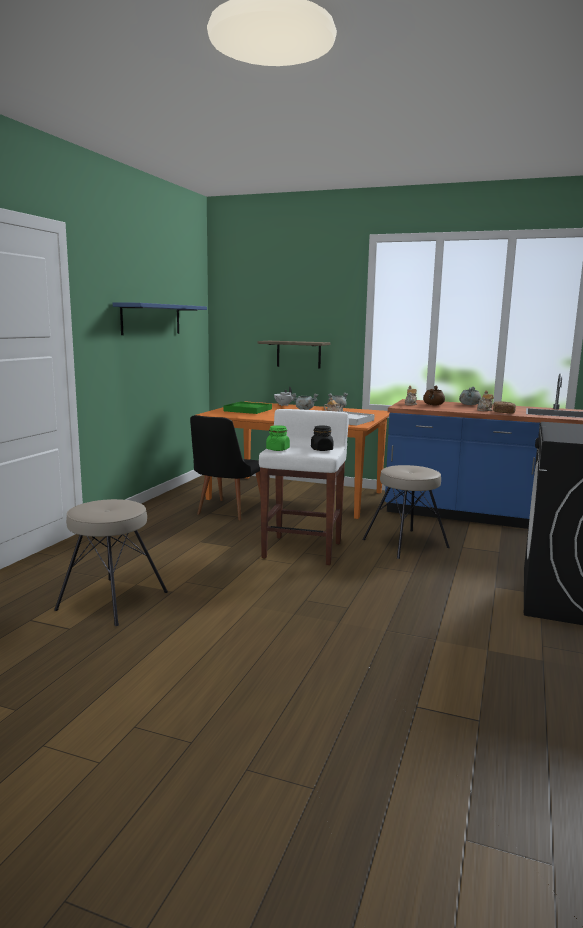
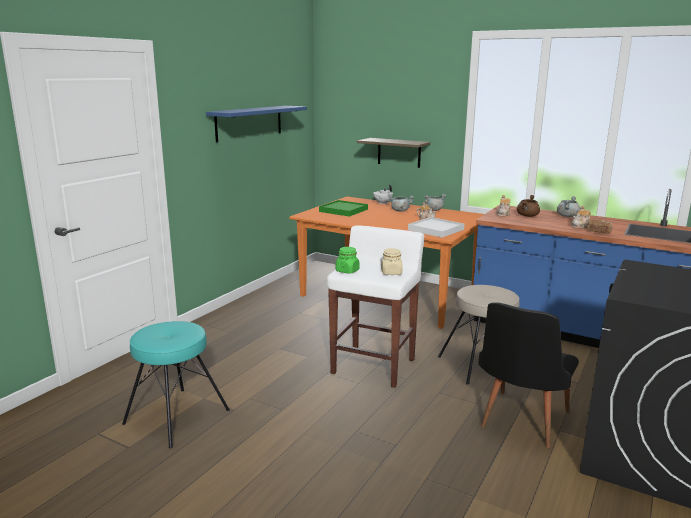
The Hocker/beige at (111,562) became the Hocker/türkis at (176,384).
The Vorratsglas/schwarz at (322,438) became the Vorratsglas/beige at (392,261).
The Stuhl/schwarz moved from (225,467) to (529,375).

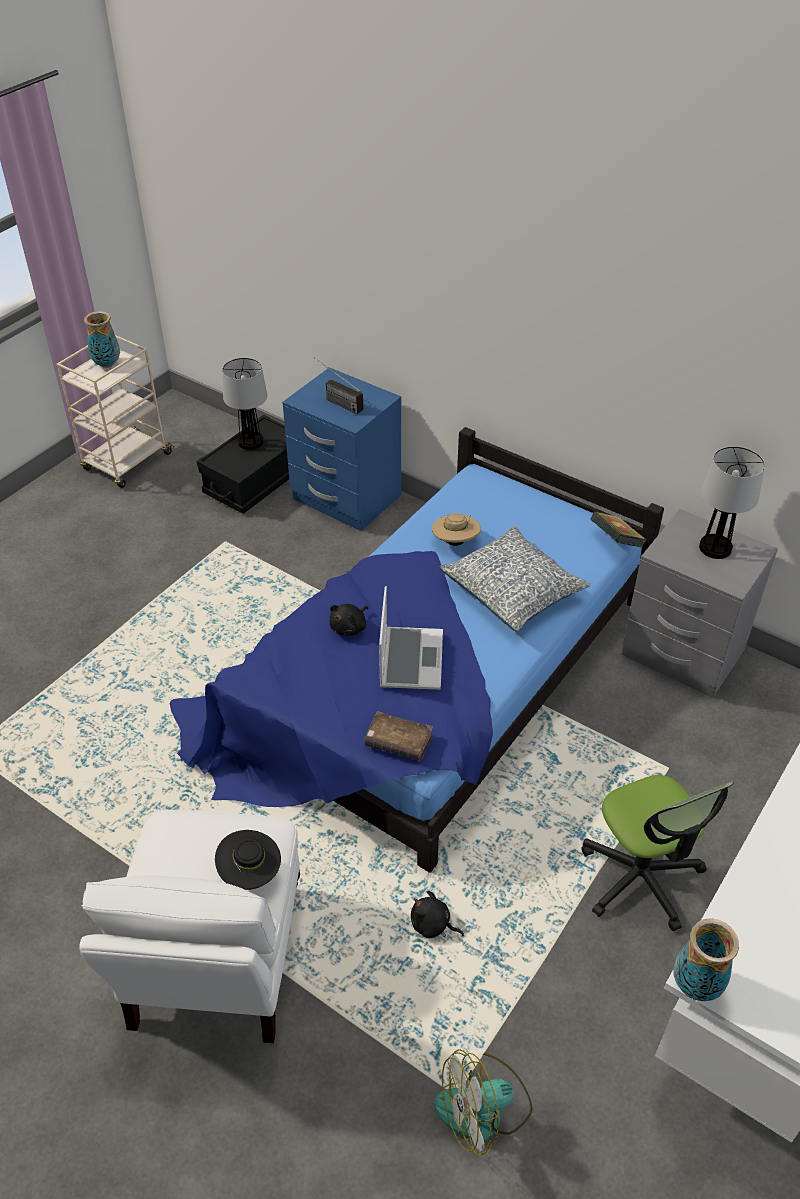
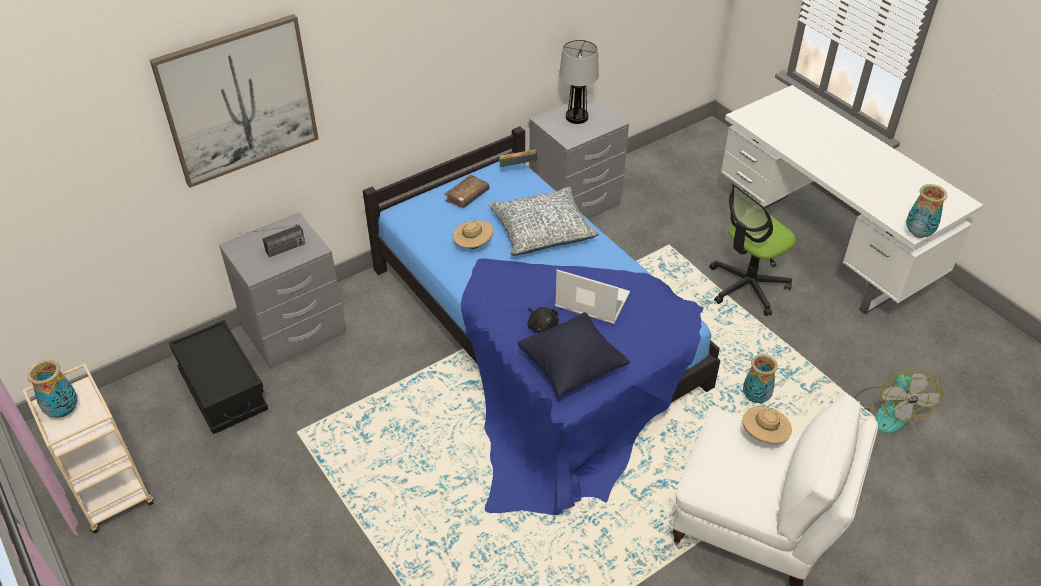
The Bild at (234,101) appeared.
The Nachttisch/blau at (341,449) became the Nachttisch/grau at (282,290).
The Buch/braun moved from (399,736) to (467,191).
The Kissen/schwarz at (573,354) appeared.
The Bürostuhl at (657,853) turned 150 degrees clockwise.
The Hut/schwarz at (248,860) became the Hut/beige at (767,425).
The Plüschtier/schwarz at (437,915) was replaced by the Vase at (760,378).
The Tischlampe at (244,404) disappeared.

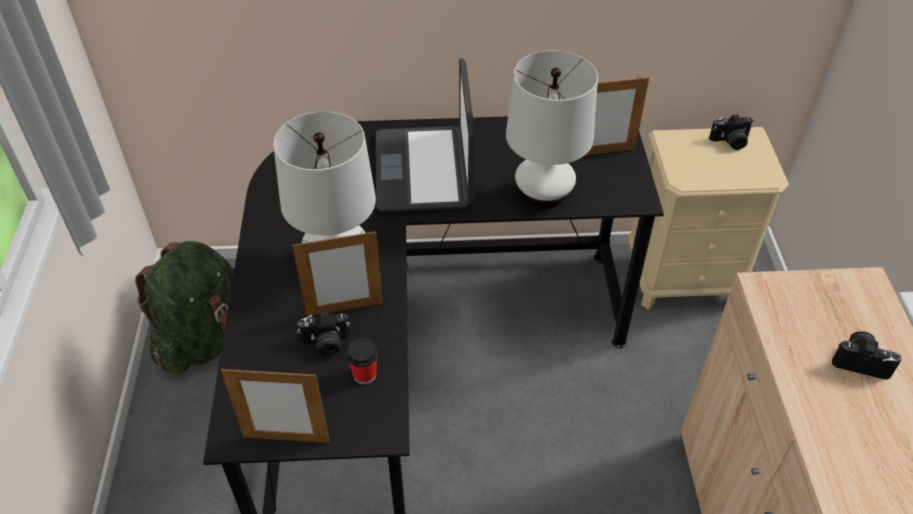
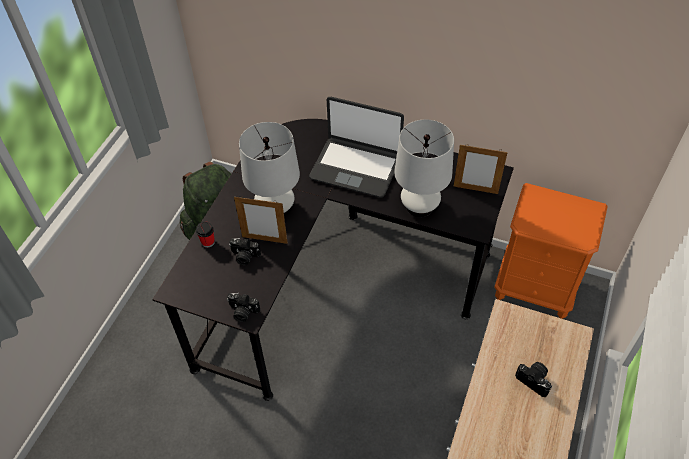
The Tasse moved from (362,361) to (205,234).
The Kamera moved from (731,132) to (243,307).
The Laptop at (425,135) turned 90 degrees counterclockwise.
The Nachttisch/beige at (708,218) became the Nachttisch/orange at (551,251).
The Bilderrahmen at (275,405) disappeared.

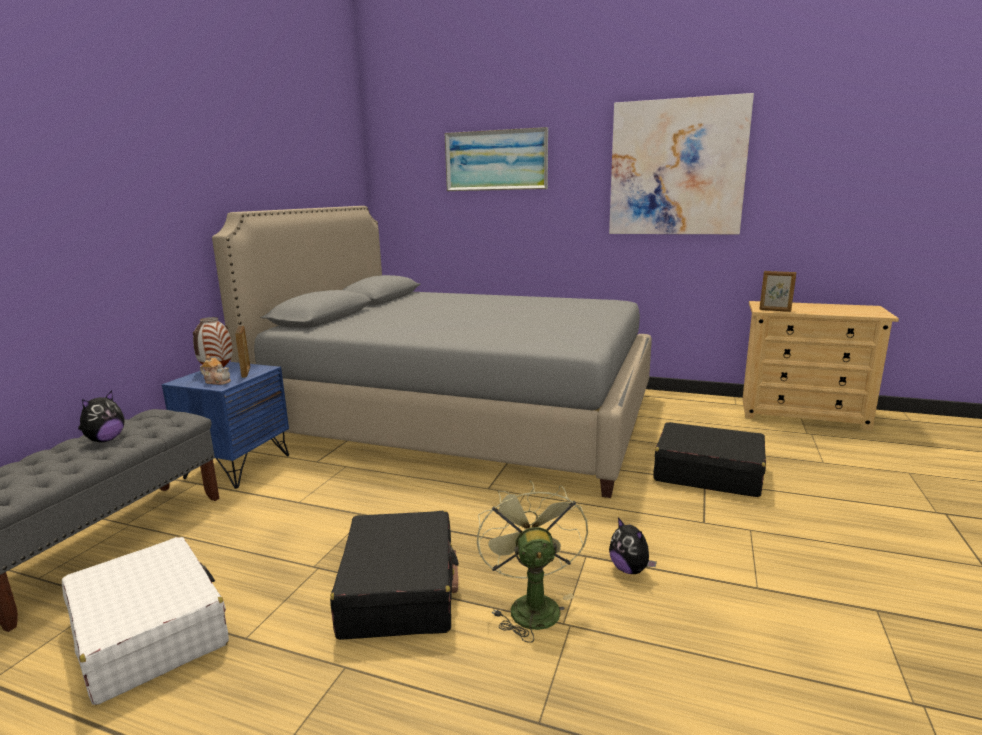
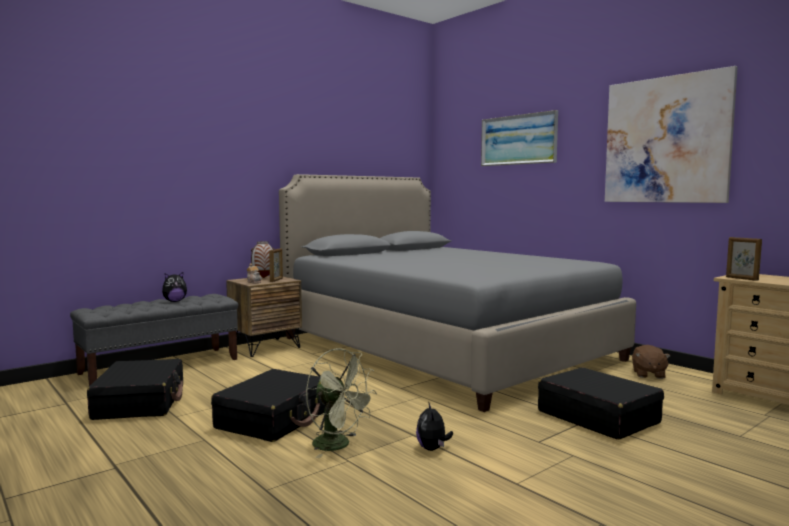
The Koffer/weiß at (145,620) became the Koffer/schwarz at (135,389).
The Nachttisch/blau at (225,425) became the Nachttisch/braun at (264,316).
The Ventilator/grün at (532,561) turned 105 degrees clockwise.
The Plüschtier/braun at (651,362) appeared.

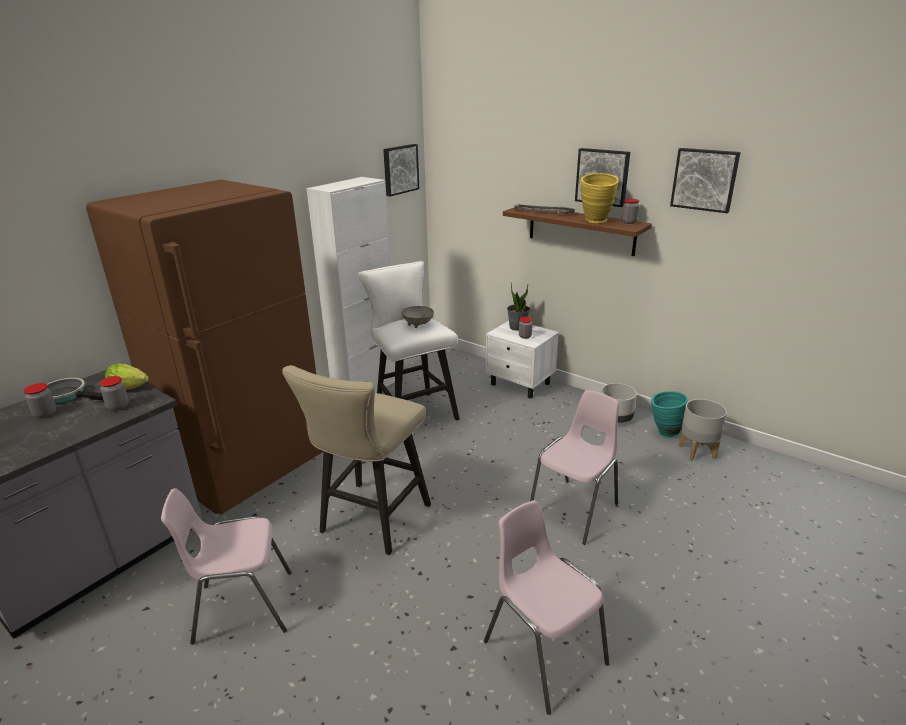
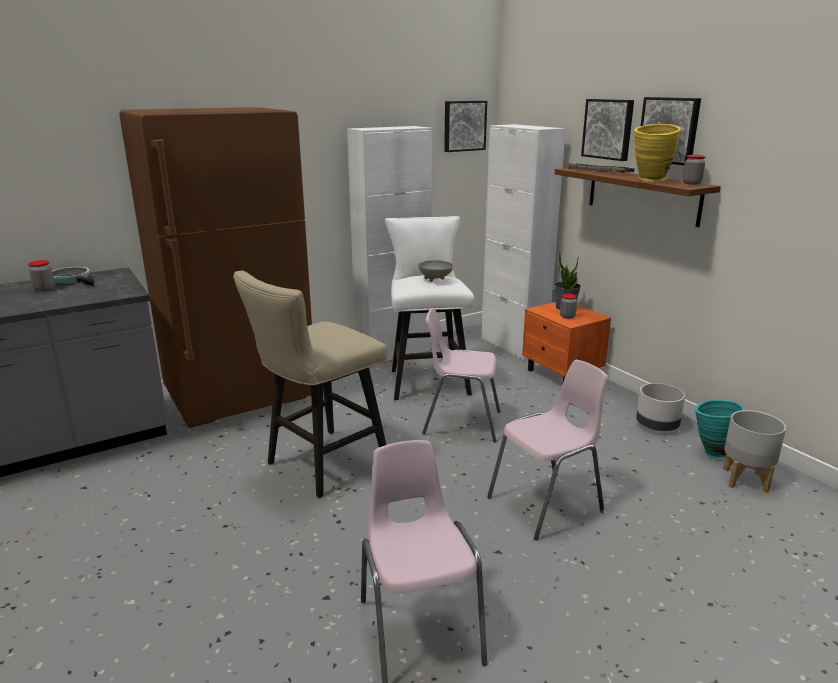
The Stuhl/rosa moved from (226,566) to (461,375).
The Schrank/weiß at (523,242) appeared.
The Nachttisch/weiß at (522,359) became the Nachttisch/orange at (566,344).
The Bild moved from (705,180) to (607,130).
The Vorratsglas at (114,393) disappeared.
The Salatkopf at (127,376) disappeared.

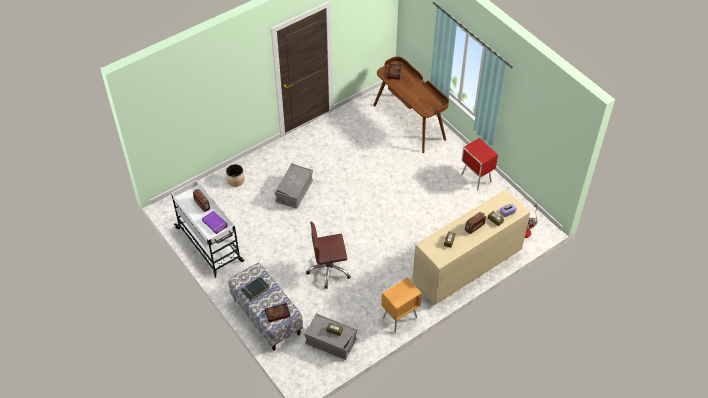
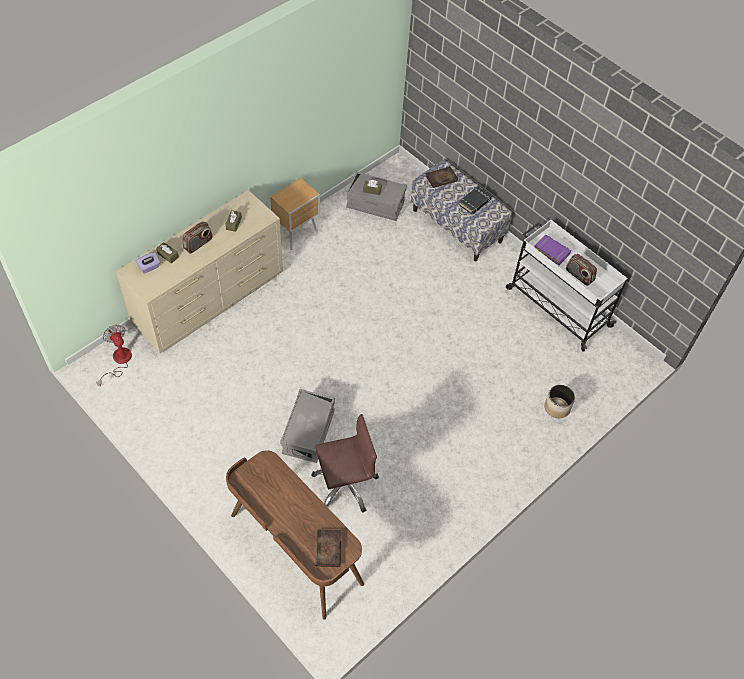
The Aufbewahrungsbox/grau moved from (294,186) to (307,426).
The Bürostuhl/braun moved from (328,255) to (345,463).
The Nachttisch/rot at (479,164) disappeared.

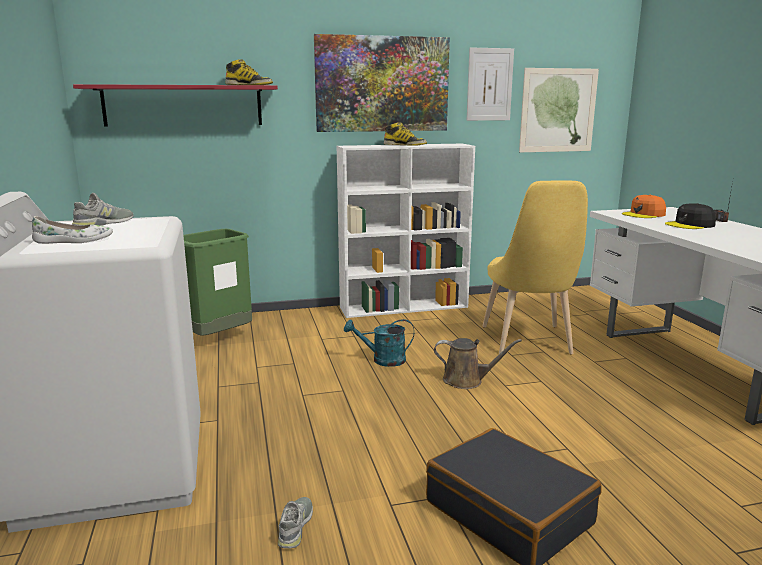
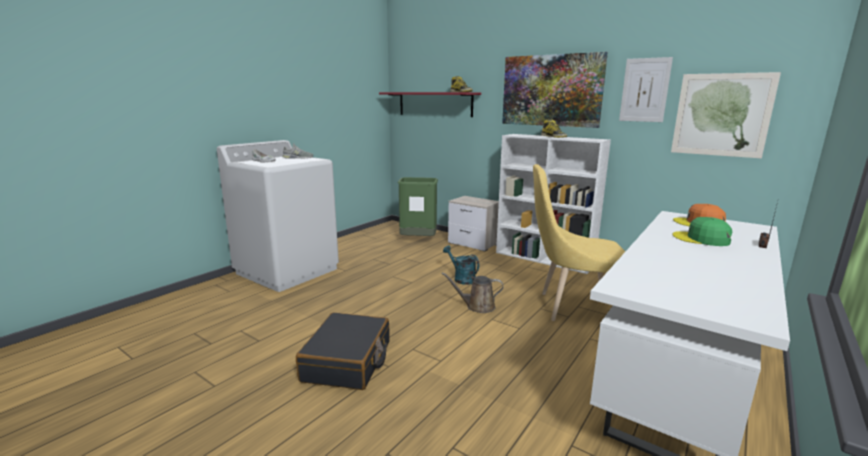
The Gießkanne/braun at (478,363) turned 120 degrees clockwise.
The Nachttisch at (473,223) appeared.
The Stuhl/gelb at (535,268) turned 45 degrees clockwise.
The Kappe/schwarz at (690,216) became the Kappe/grün at (702,231).
The Schuh/grau at (295,522) disappeared.

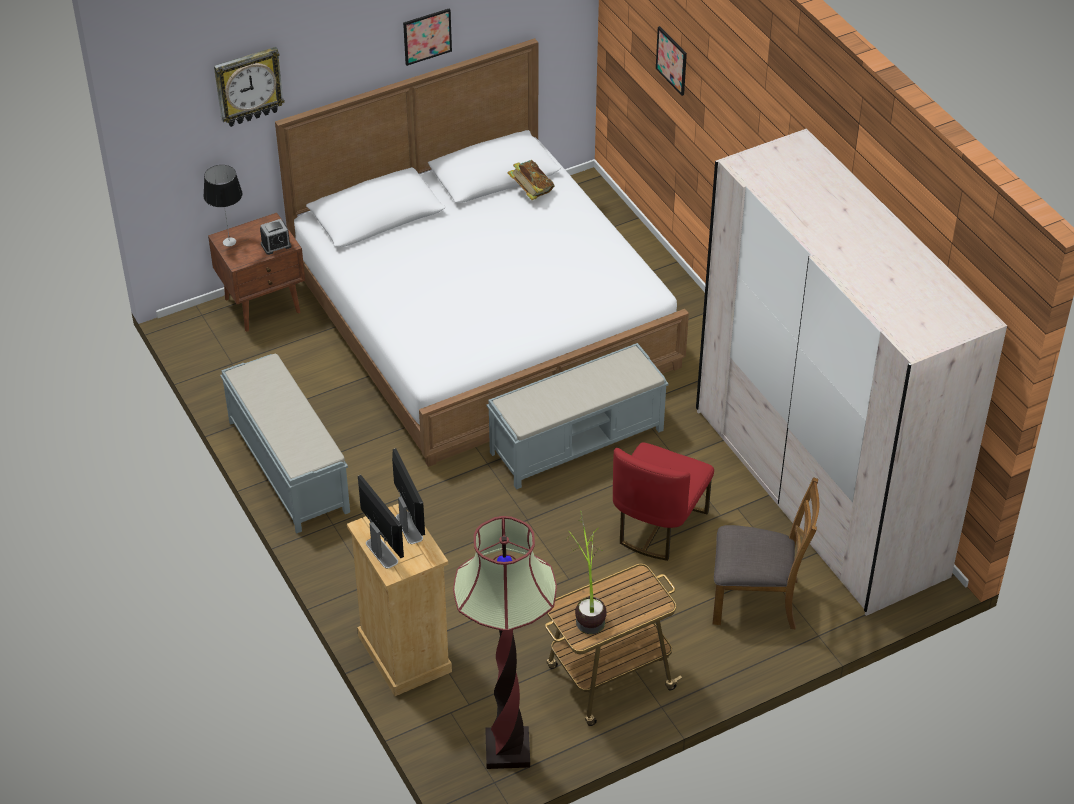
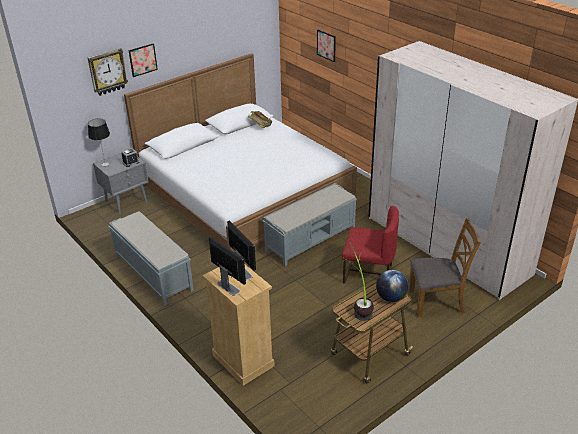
The Nachttisch/braun at (256,272) became the Nachttisch/grau at (121,183).
The Bild moved from (427,37) to (143,60).
The Stuhl/rot at (663,501) turned 90 degrees counterclockwise.
The Globus at (392,286) appeared.
The Stehlampe at (505,642) disappeared.

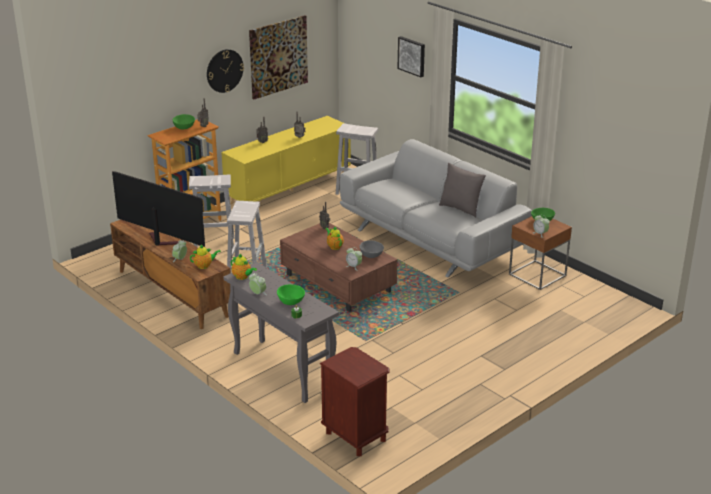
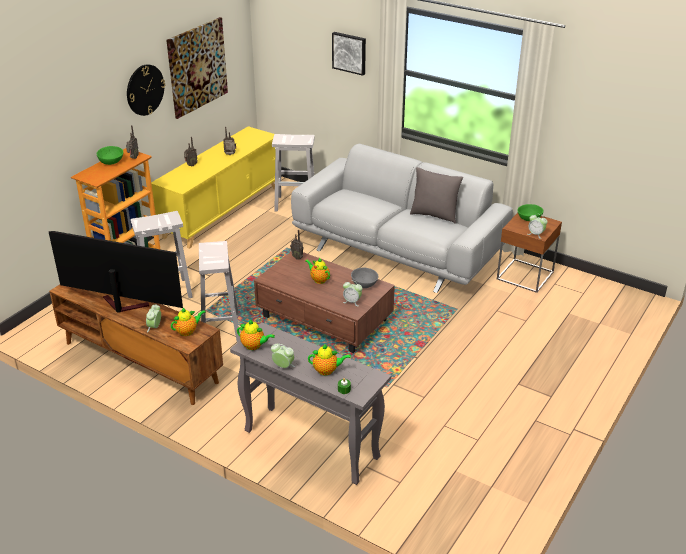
The Schüssel/grün at (291,294) was replaced by the Teekanne at (329,360).
The Nachttisch/braun at (355,401) disappeared.

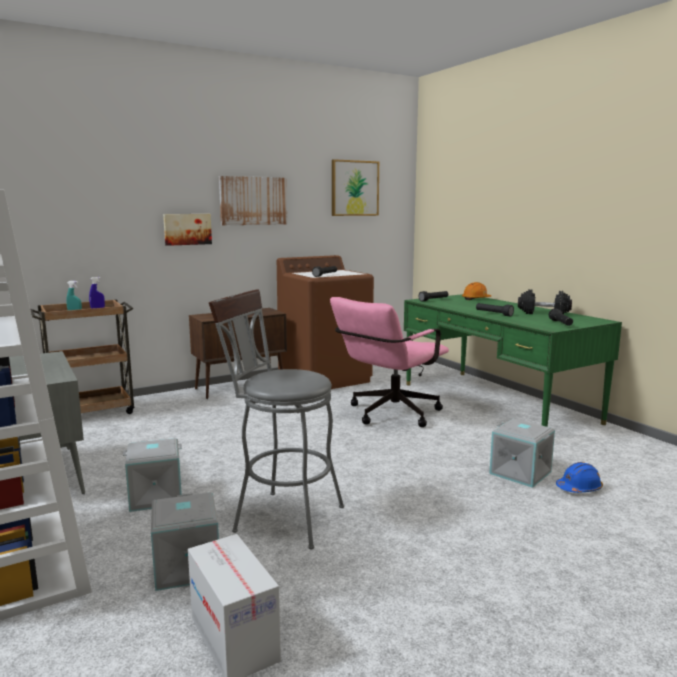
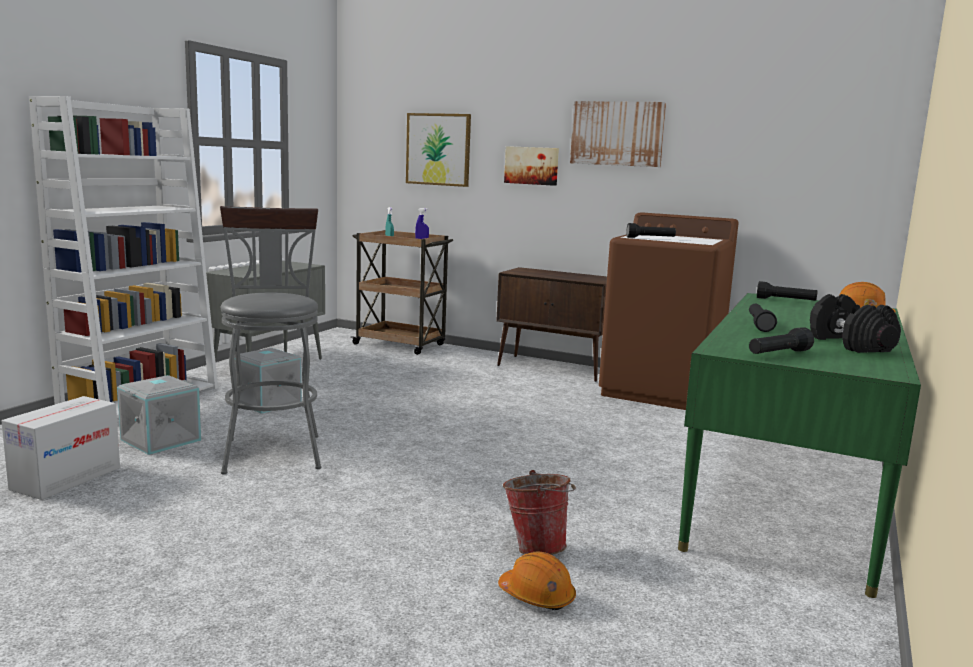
The Bild moved from (355,187) to (438,150).
The Schutzhelm/blau at (579,477) became the Schutzhelm/orange at (537,580).
The Aufbewahrungsbox/grau at (522,453) was replaced by the Eimer at (539,512).
The Bürostuhl/rosa at (389,362) disappeared.

